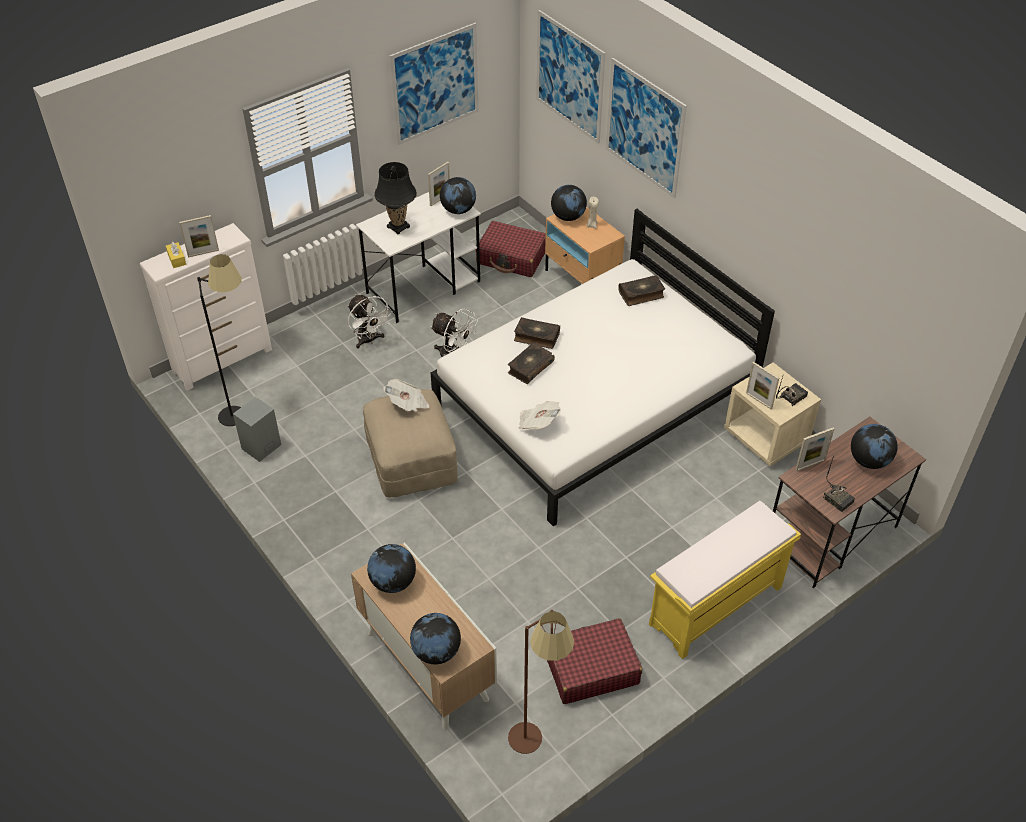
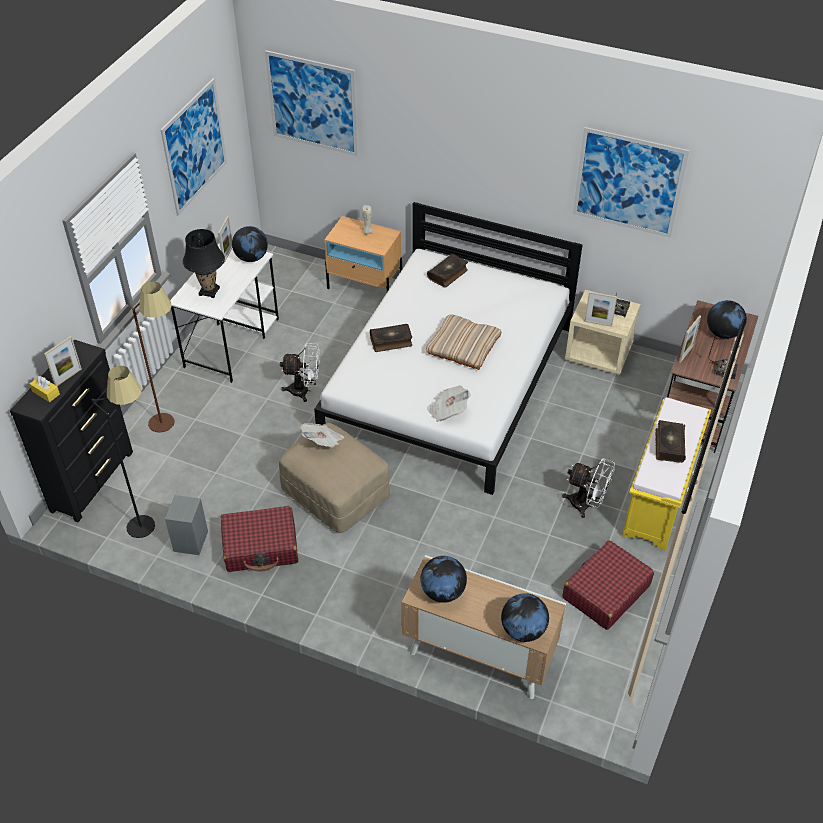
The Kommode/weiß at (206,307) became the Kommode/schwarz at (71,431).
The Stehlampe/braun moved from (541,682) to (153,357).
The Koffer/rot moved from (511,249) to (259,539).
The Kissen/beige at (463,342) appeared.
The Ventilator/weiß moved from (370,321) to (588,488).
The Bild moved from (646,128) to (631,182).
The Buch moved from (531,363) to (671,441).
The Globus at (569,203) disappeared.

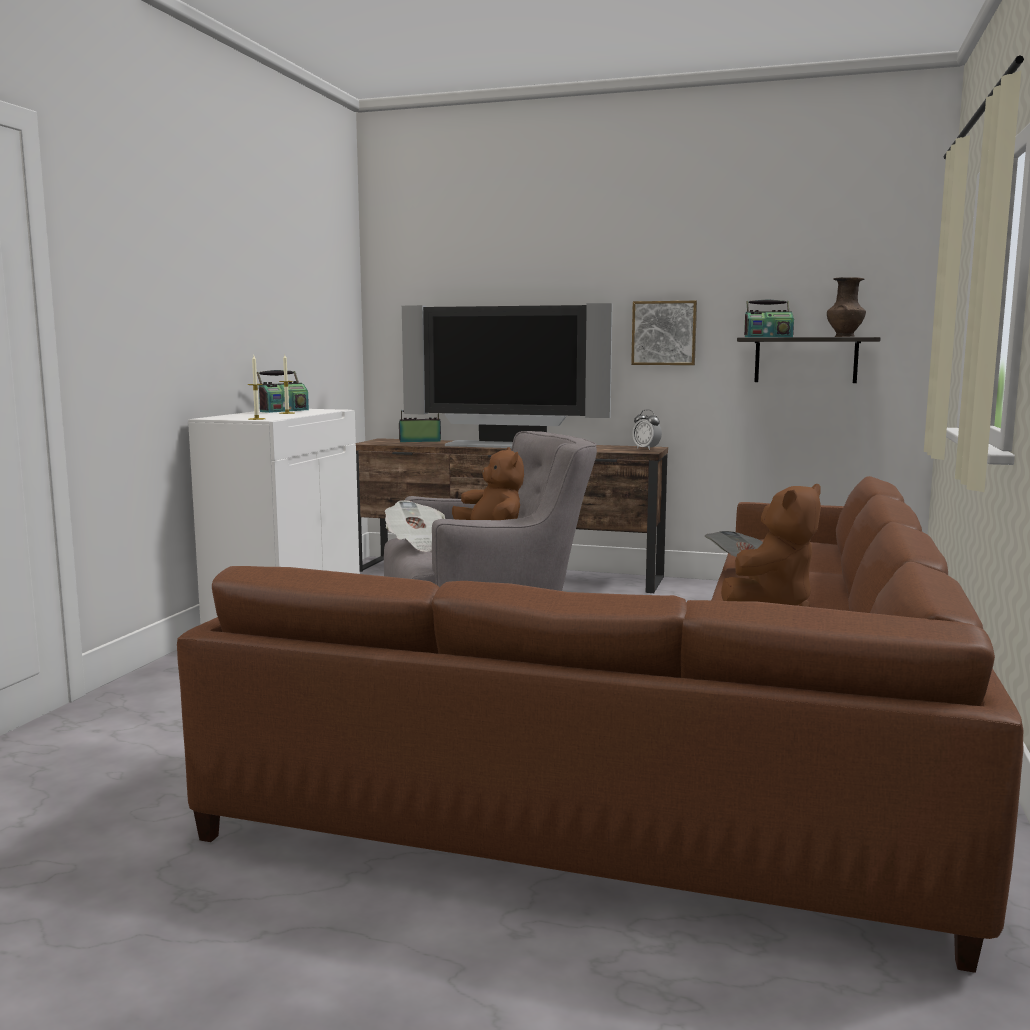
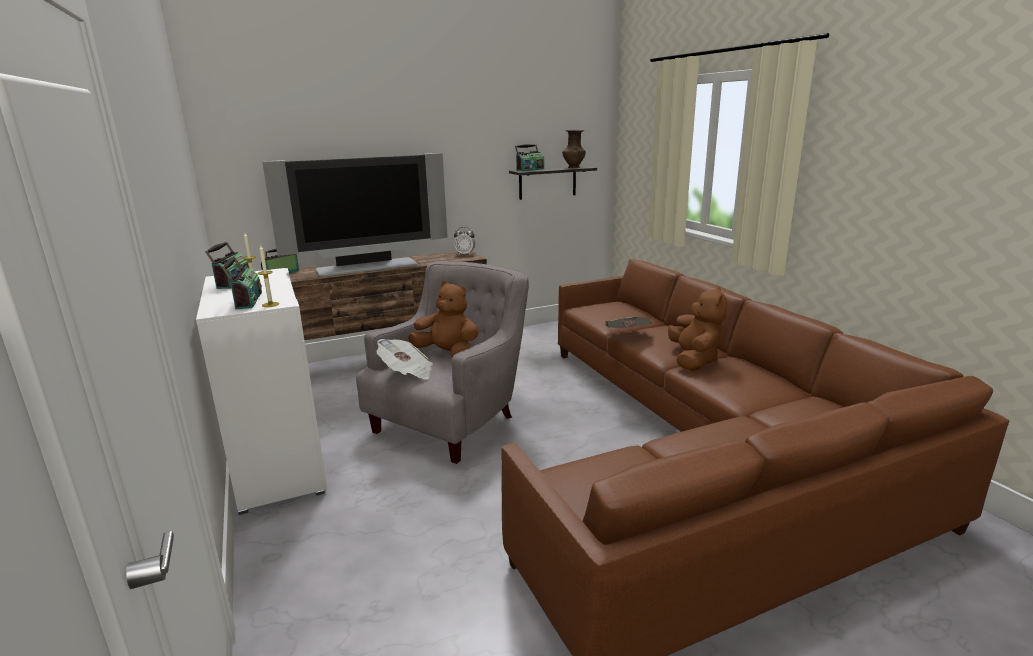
The Radio at (242,283) appeared.
The Bild at (664,333) disappeared.

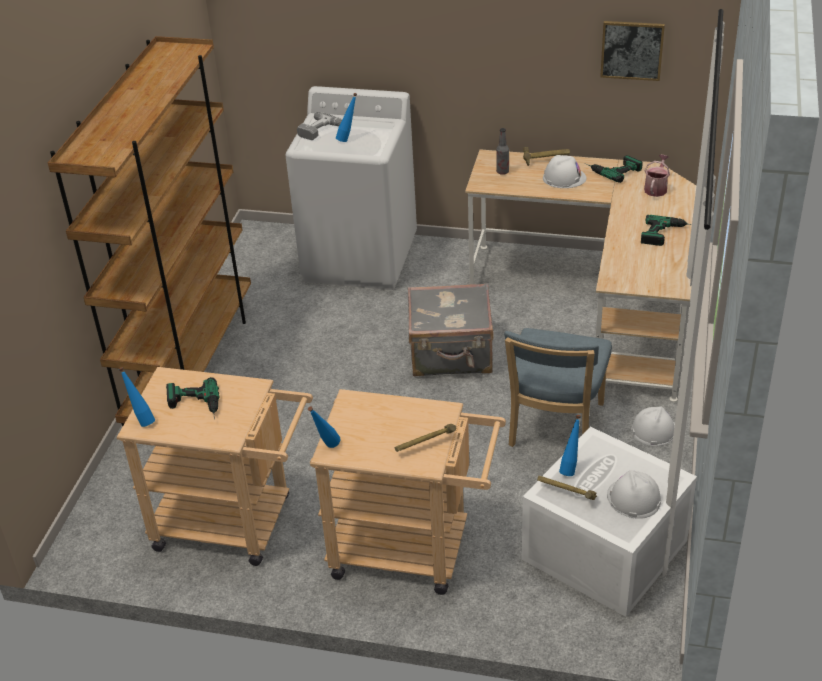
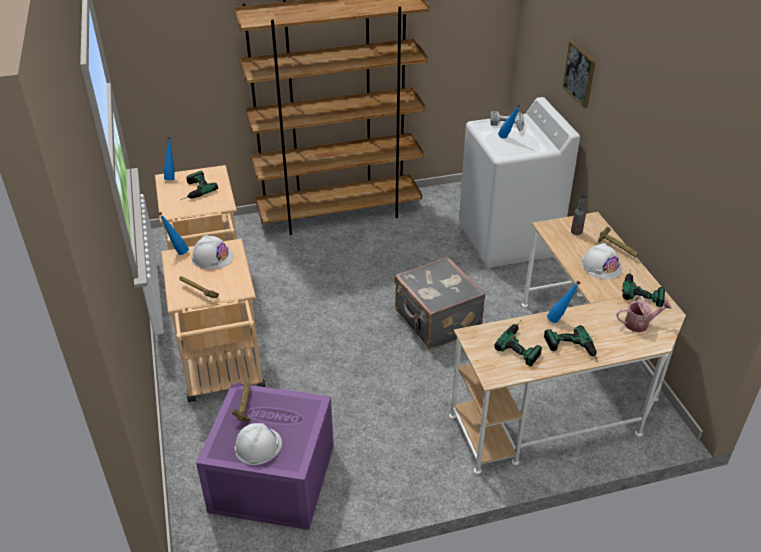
The Schutzhelm/weiß moved from (653,426) to (213,252).
The Aufbewahrungsbox/weiß at (609,522) became the Aufbewahrungsbox/lila at (265,456).
The Bohrmaschine at (518,343) appeared.
The Flasche/blau moved from (570,445) to (564,302).
The Bild moved from (632,51) to (579,74).
The Stuhl/blau at (558,387) disappeared.

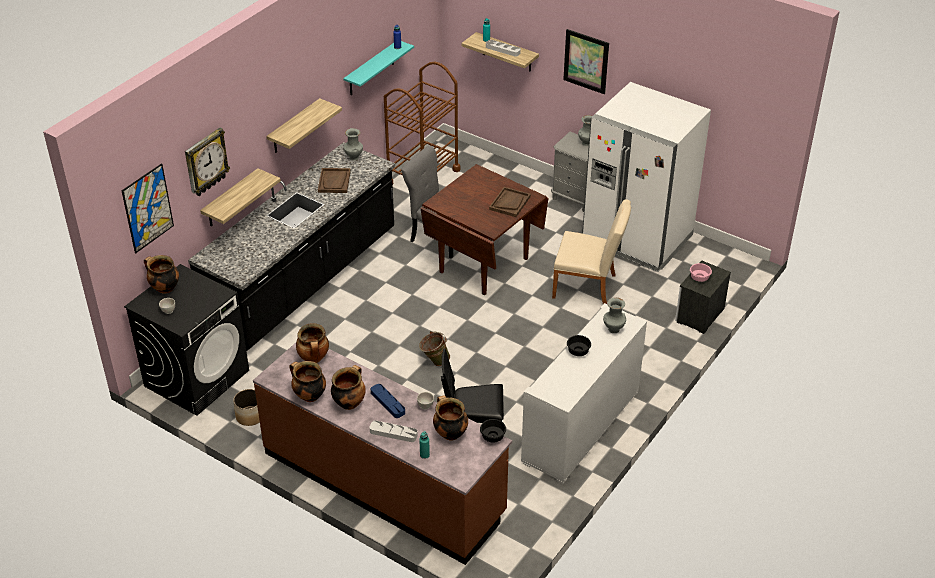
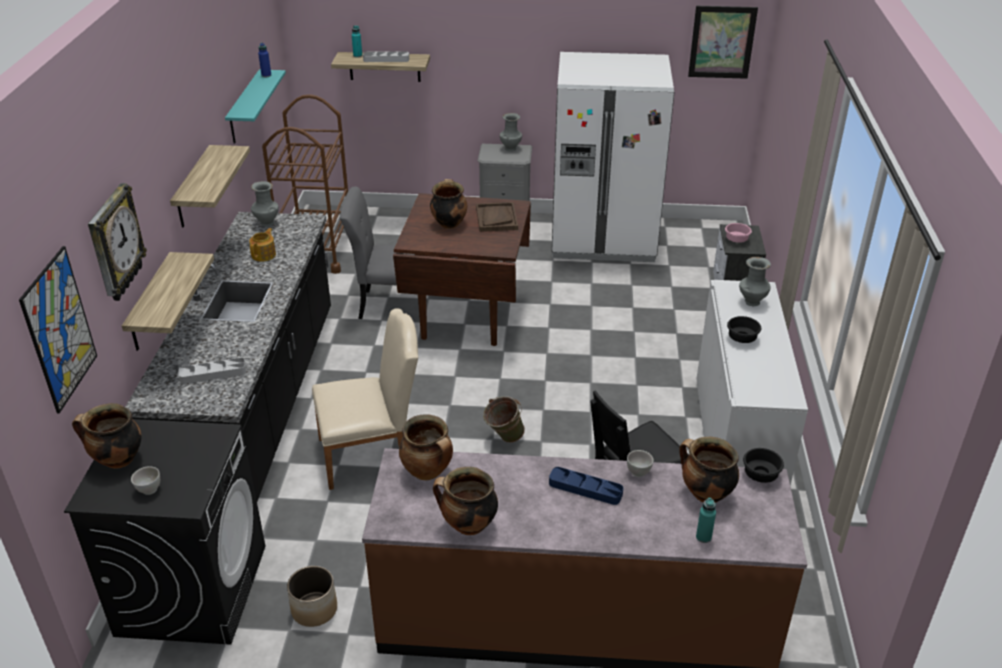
The Tablett/grau moved from (394,431) to (212,371).
The Tablett/braun at (334,180) was replaced by the Teekanne at (262,245).
The Stuhl/beige moved from (591,252) to (365,399).
The Kochtopf moved from (348,387) to (448,204).
The Bild moved from (586,61) to (723,42).

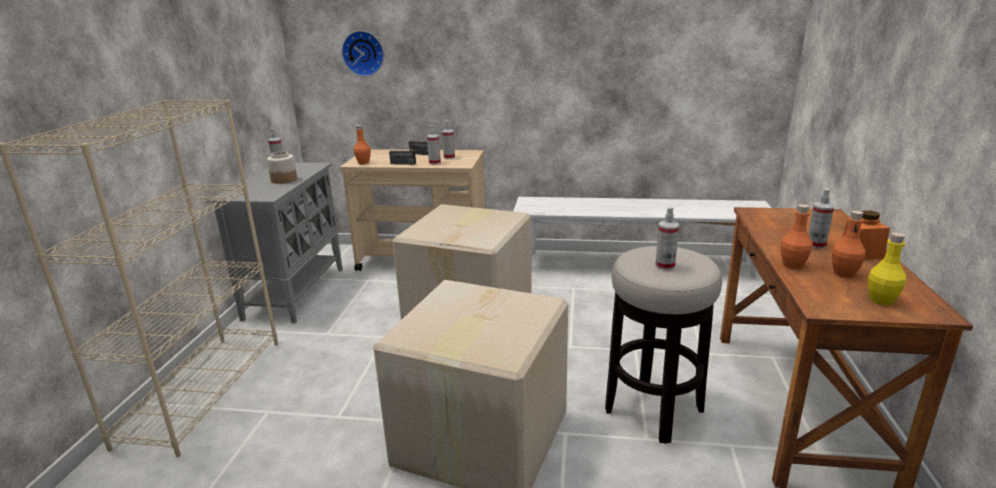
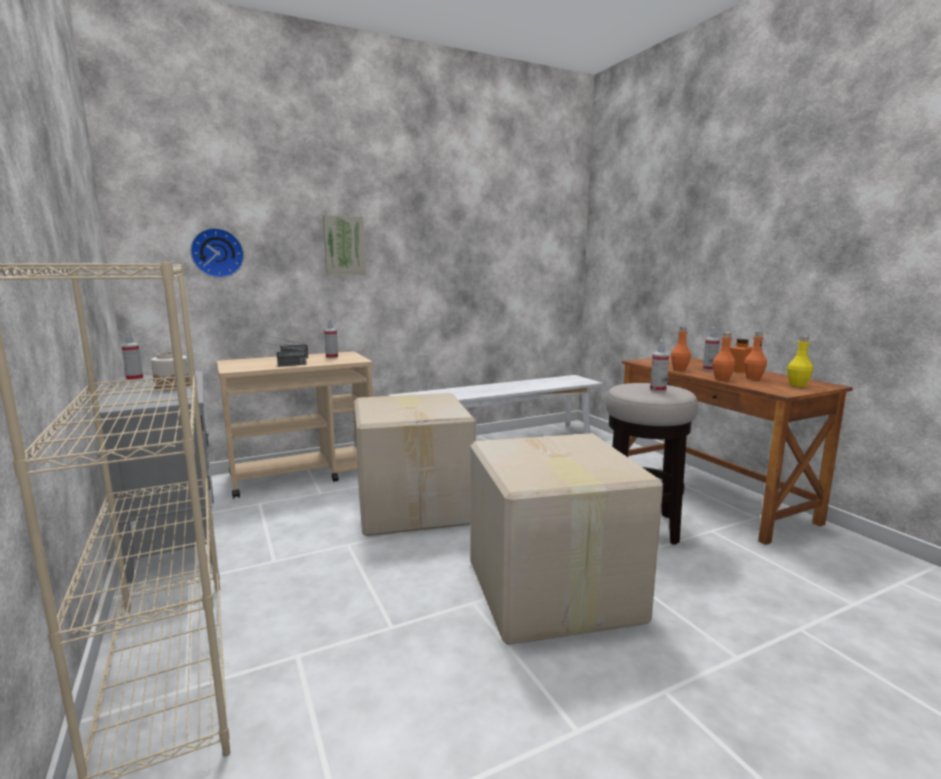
The Bild at (344,245) appeared.
The Flasche/orange moved from (362,144) to (681,349).
The Sprühflasche at (434,145) disappeared.

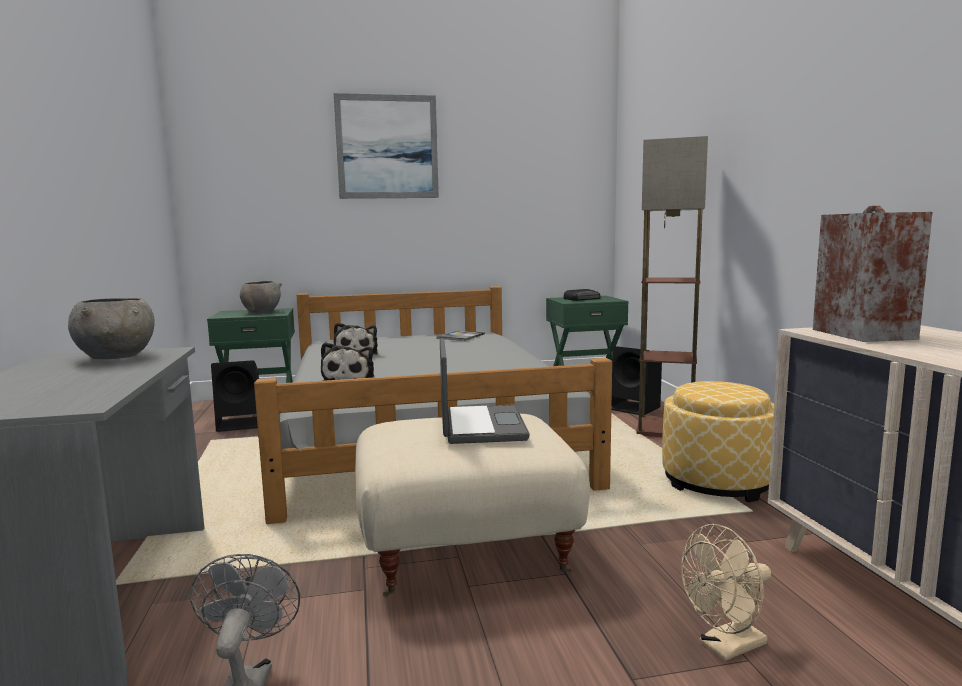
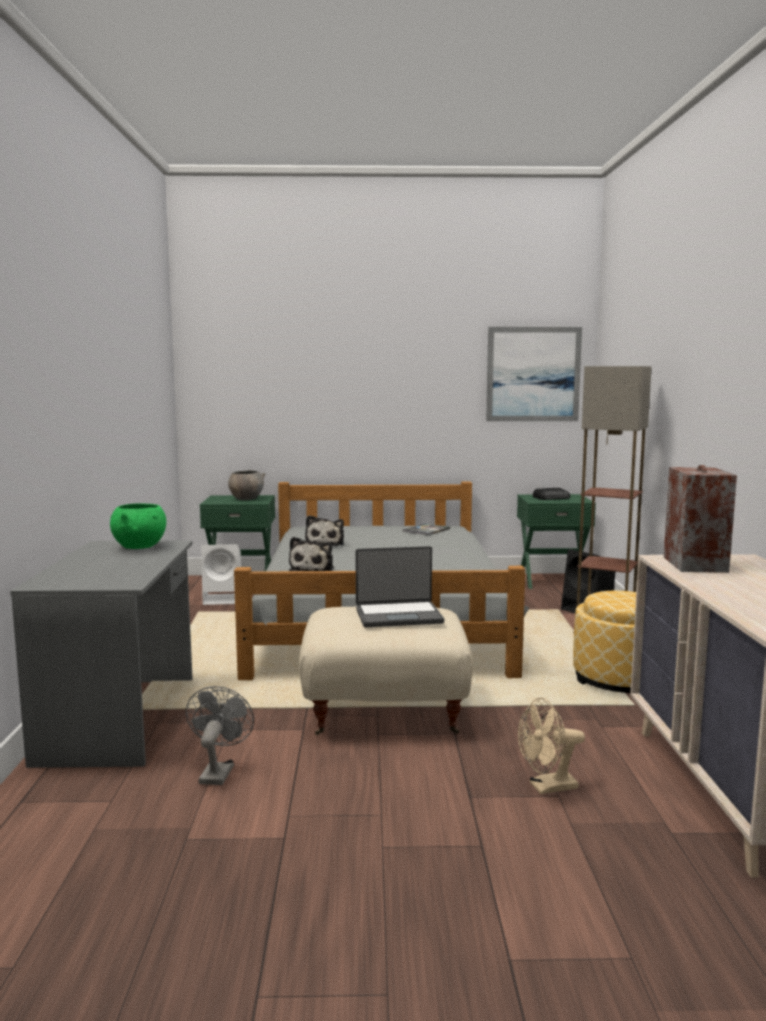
The Schüssel/grau at (111,328) became the Schüssel/grün at (138,526).
The Lautsprecher/schwarz at (235,396) became the Lautsprecher/weiß at (221,574).
The Laptop at (485,391) turned 75 degrees clockwise.
The Bild moved from (386,146) to (534,374).

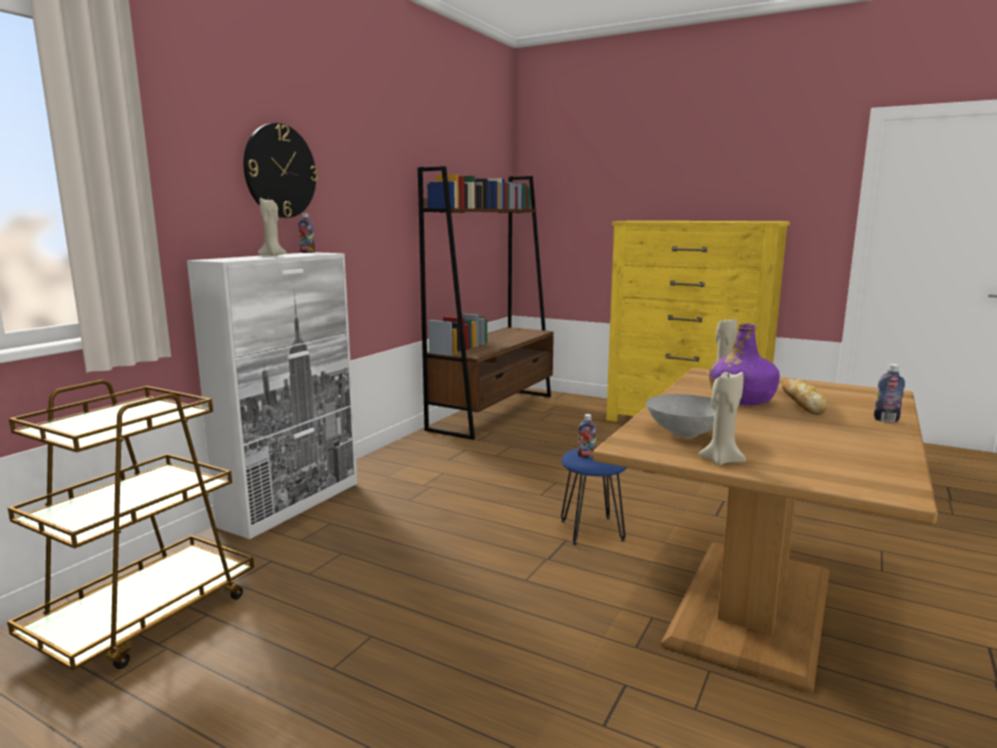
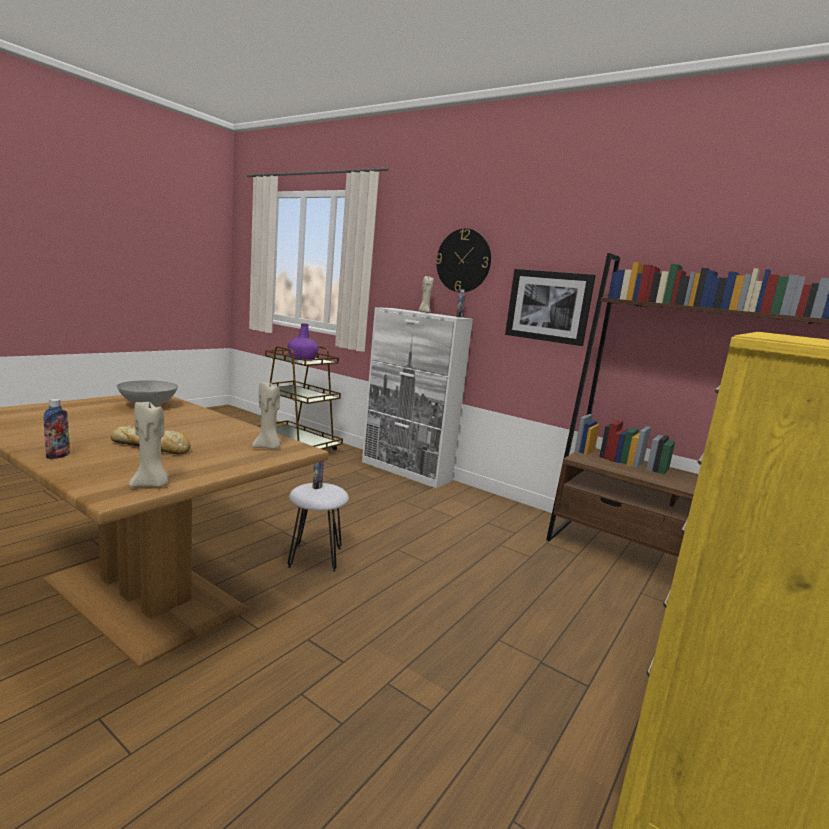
The Kerze/beige moved from (722,418) to (149,444).
The Flasche/lila moved from (744,364) to (303,341).
The Hocker/blau at (594,496) became the Hocker/weiß at (318,527).
The Bild at (550,307) appeared.

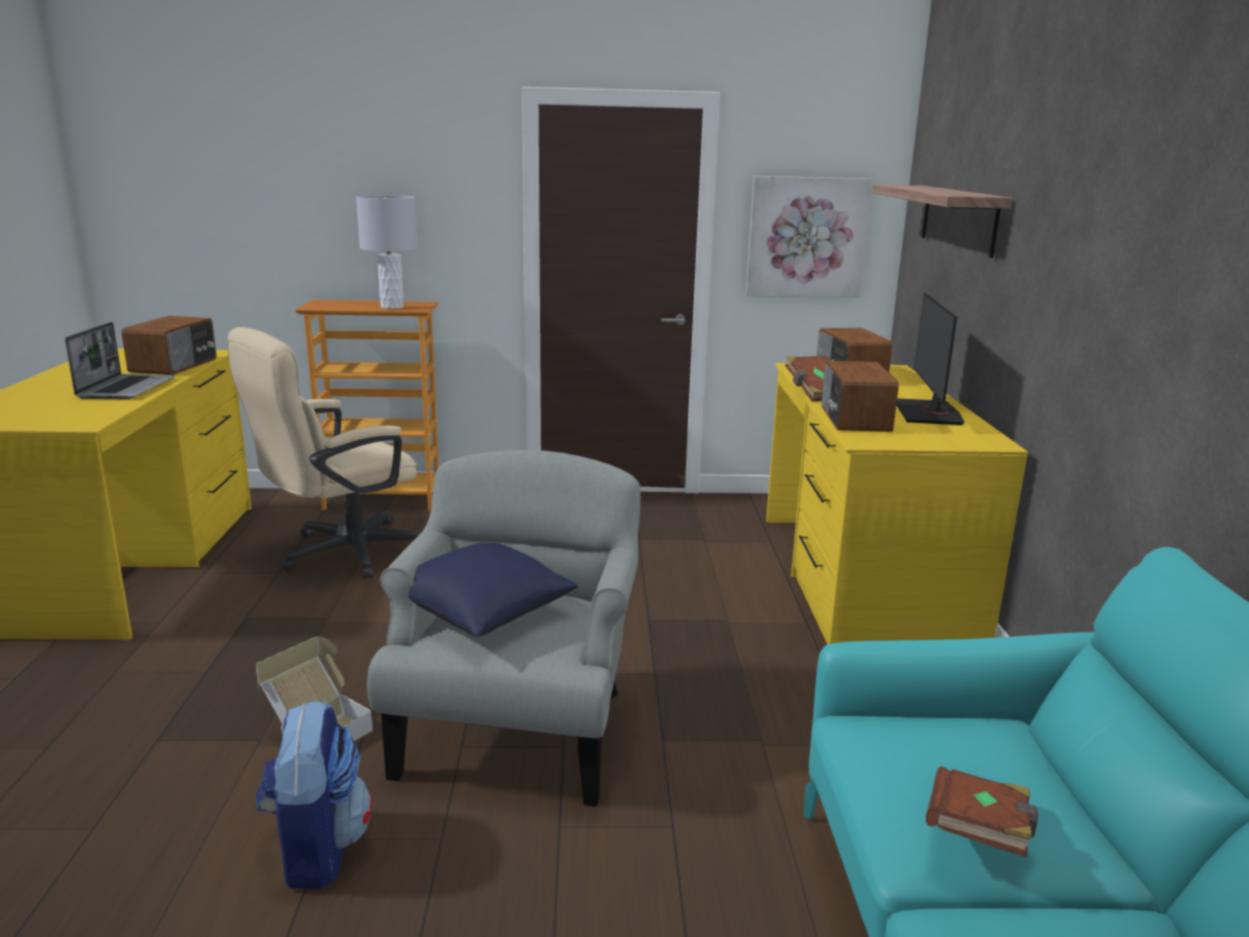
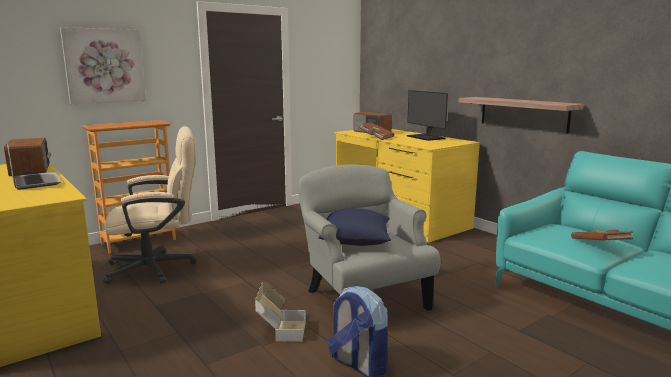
The Bild moved from (809,237) to (103,65).
The Bürostuhl/beige at (324,453) turned 120 degrees counterclockwise.
The Wandregal moved from (942,221) to (521,115).
The Tischlampe/grau at (386,252) disappeared.
The Radio at (860,396) disappeared.

